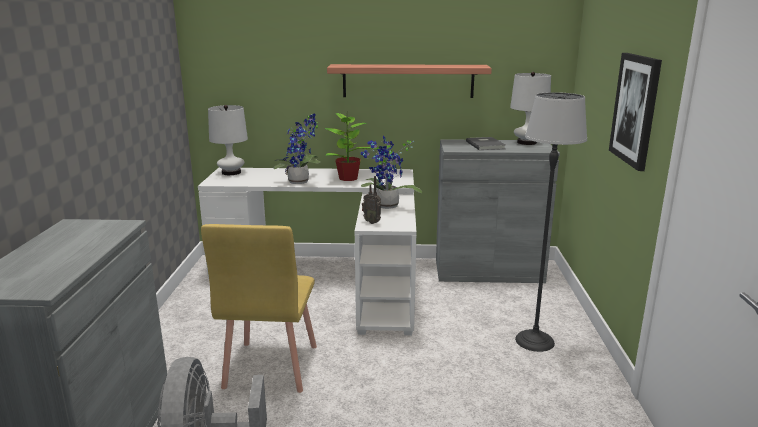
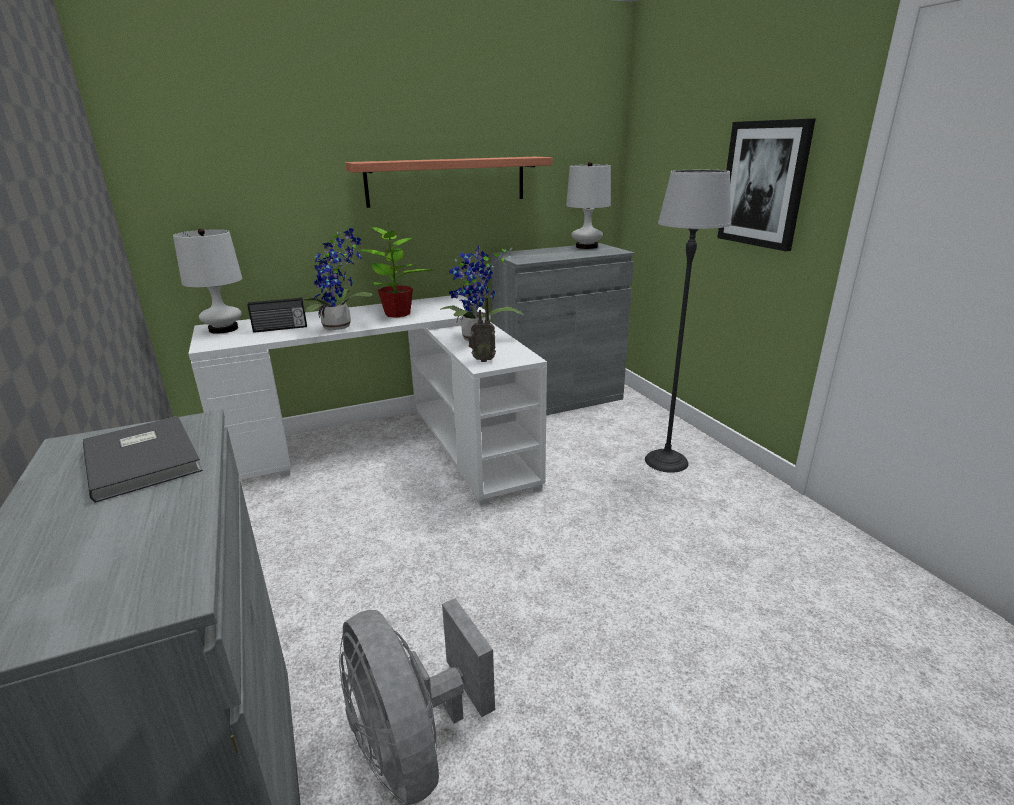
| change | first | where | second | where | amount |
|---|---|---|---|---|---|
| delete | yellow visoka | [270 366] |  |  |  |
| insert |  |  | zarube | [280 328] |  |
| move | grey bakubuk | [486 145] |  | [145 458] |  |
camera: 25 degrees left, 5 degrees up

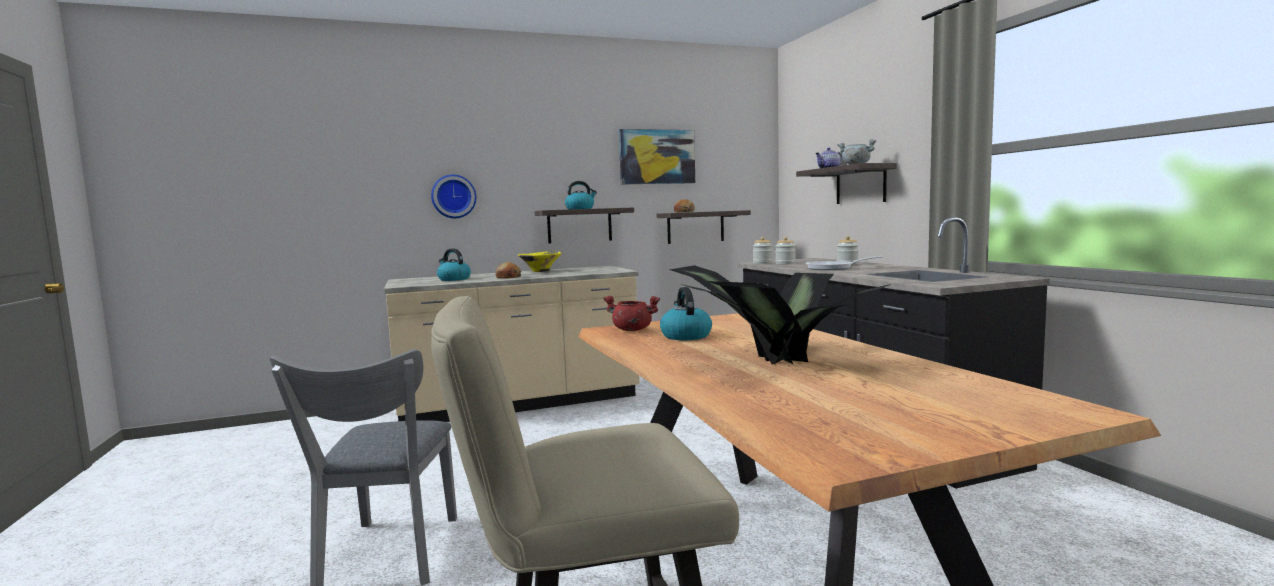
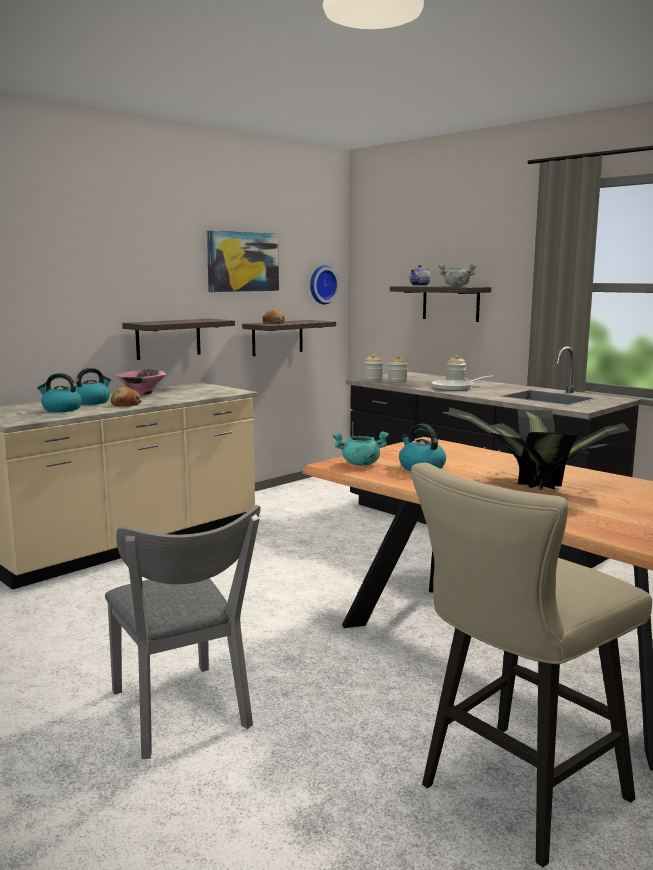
| change | first | where | second | where | amount |
|---|---|---|---|---|---|
| move | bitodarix | [453 196] |  | [322 284] |  |
| move | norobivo | [580 209] |  | [92 402] |  |
| recolor | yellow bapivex | [540 271] | pink bapivex | [141 394] |  |
| recolor | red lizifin | [631 330] | turquoise lizifin | [360 464] |  |
camera: 25 degrees left, 5 degrees up

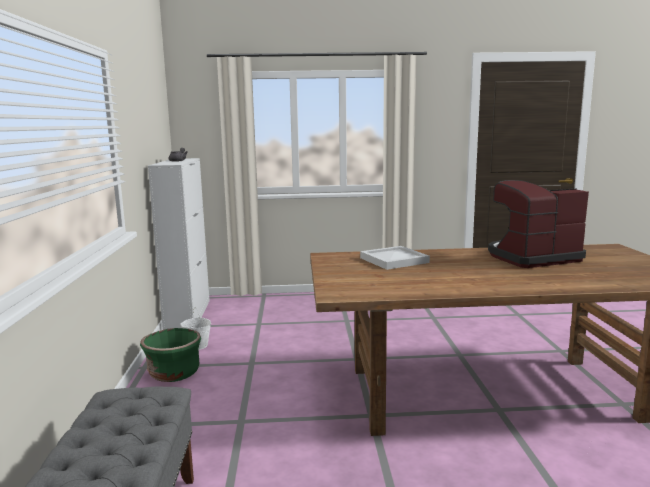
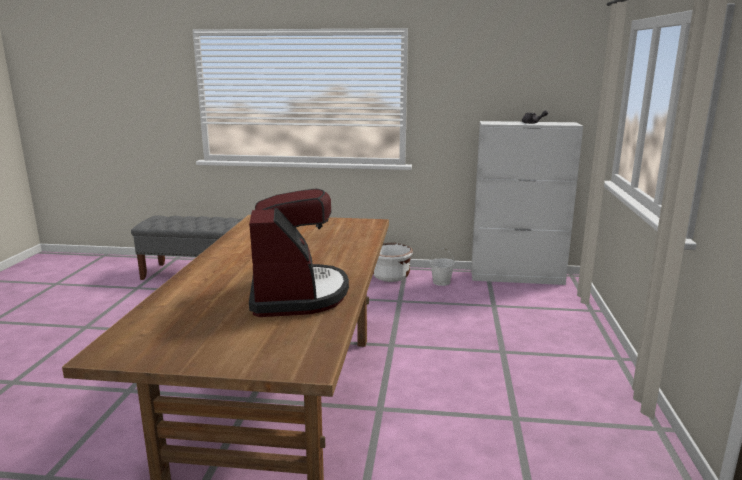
| change | first | where | second | where | amount |
|---|---|---|---|---|---|
| delete | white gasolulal | [395 260] |  |  |  |
| recolor | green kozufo | [174 373] | white kozufo | [390 277] |  |
camera: 100 degrees right, 5 degrees up

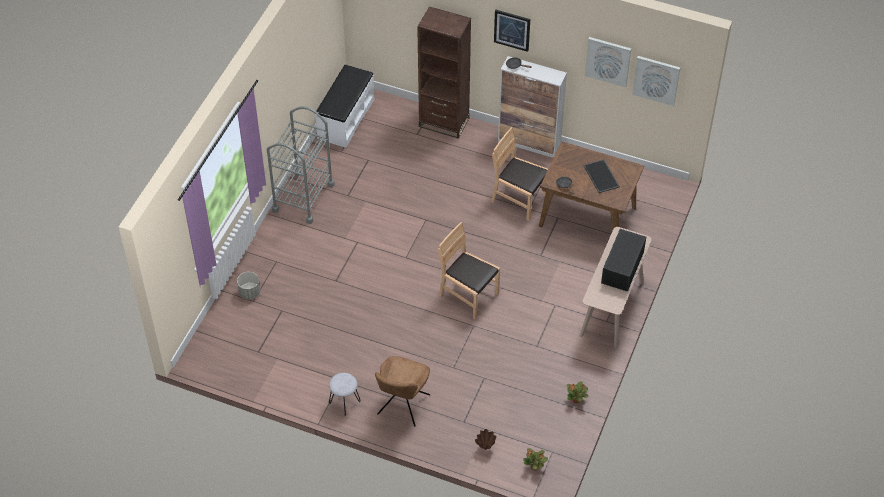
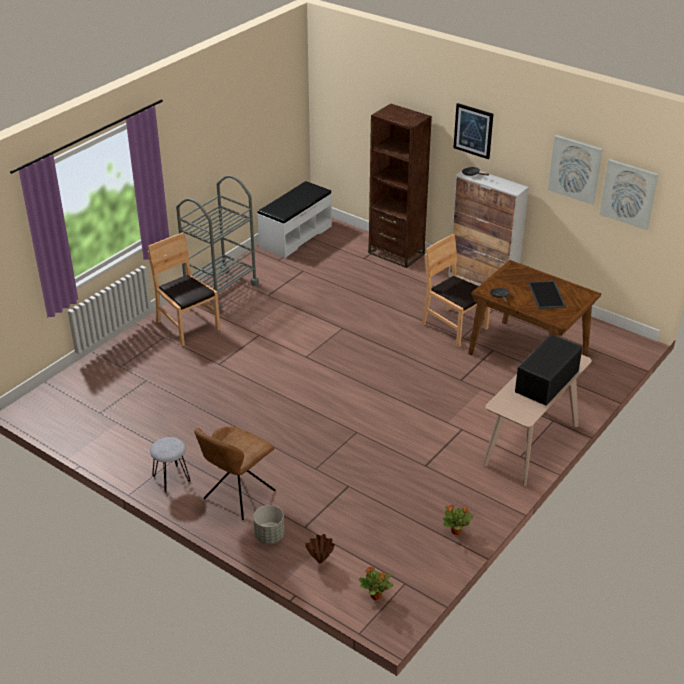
| change | first | where | second | where | amount |
|---|---|---|---|---|---|
| move | grey kozufo | [249 292] |  | [269 536] |  |
| move | brown visoka | [468 295] |  | [187 326] |  |
camera: 15 degrees right, 15 degrees down

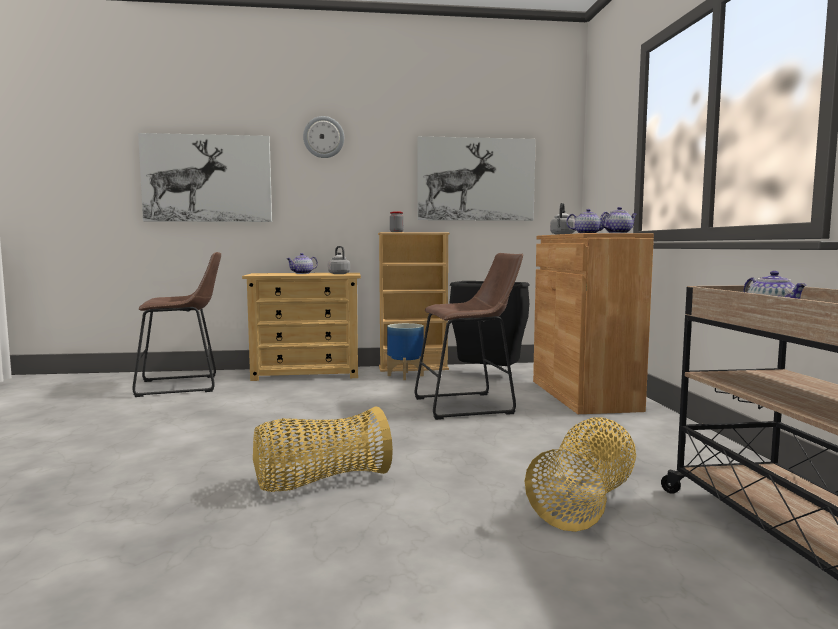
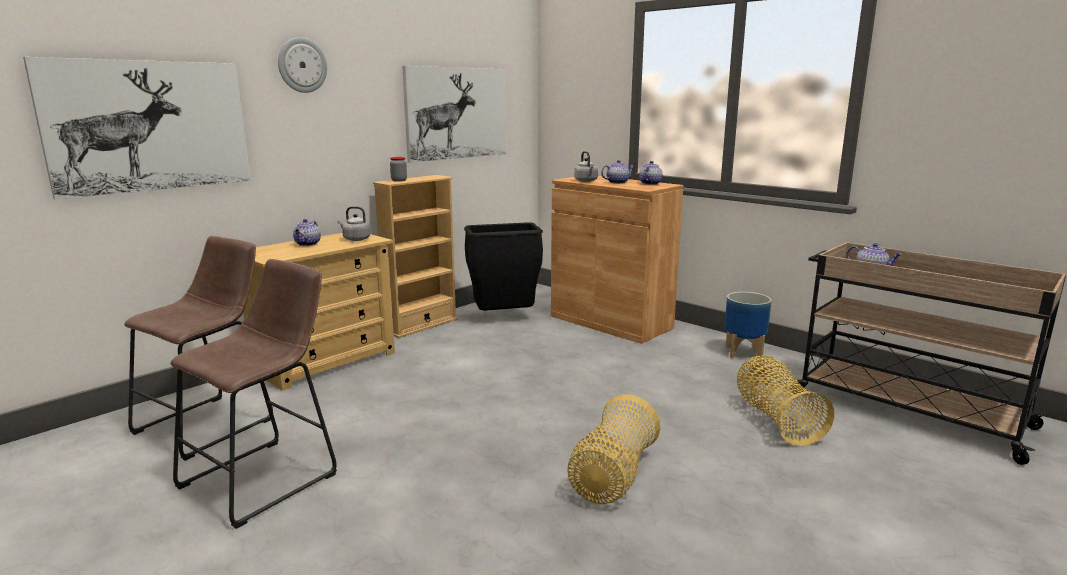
| change | first | where | second | where | amount |
|---|---|---|---|---|---|
| move | kozufo | [406 376] |  | [744 352] |  |
| move | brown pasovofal | [469 405] |  | [267 477] |  |
camera: 40 degrees left, 10 degrees up

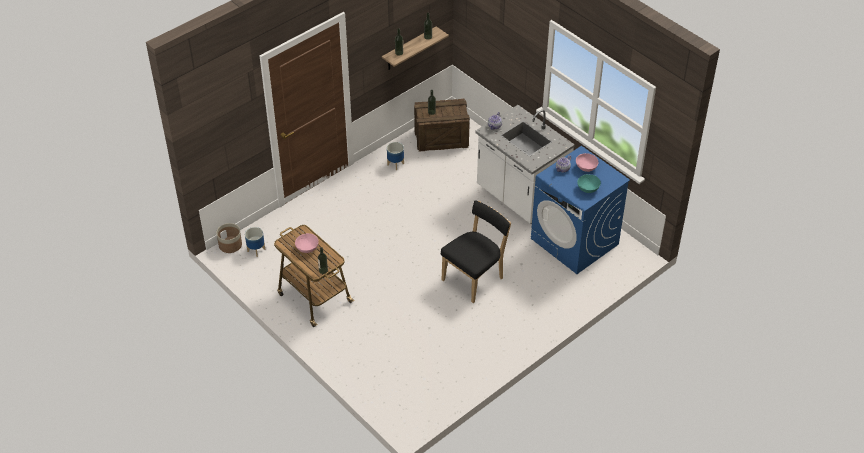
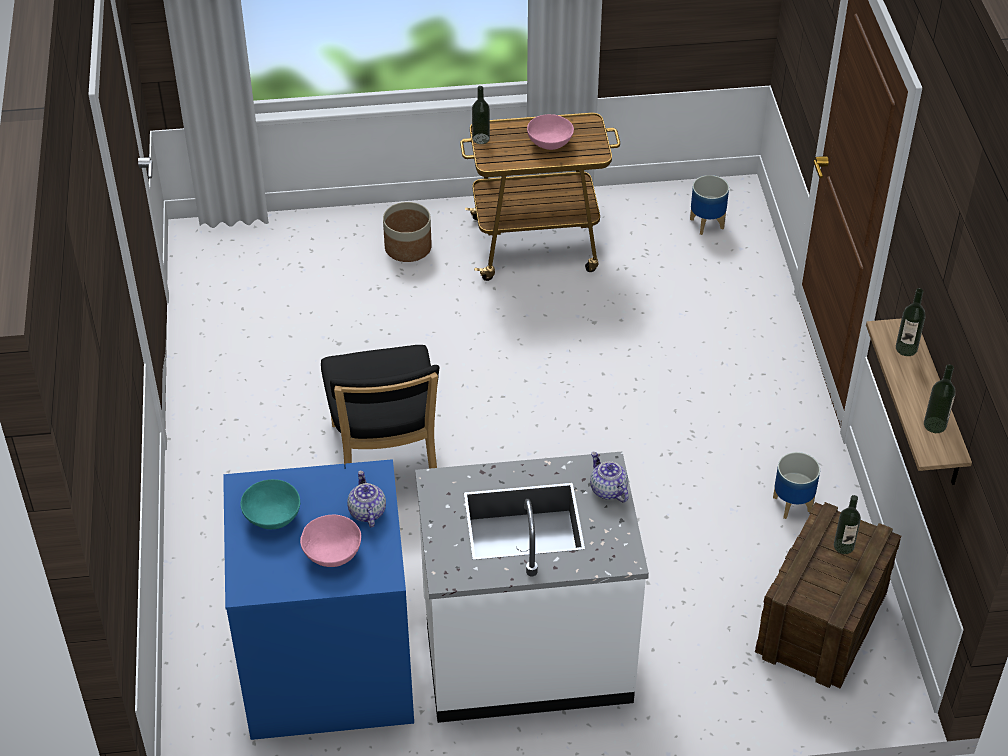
| change | first | where | second | where | amount |
|---|---|---|---|---|---|
| move | kozufo | [230 245] |  | [407 247] |  |
camera: 125 degrees right, 0 degrees up

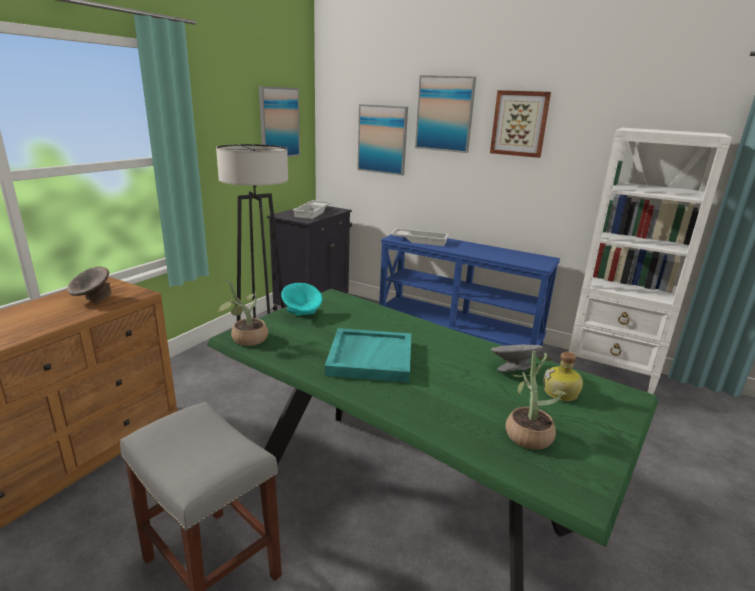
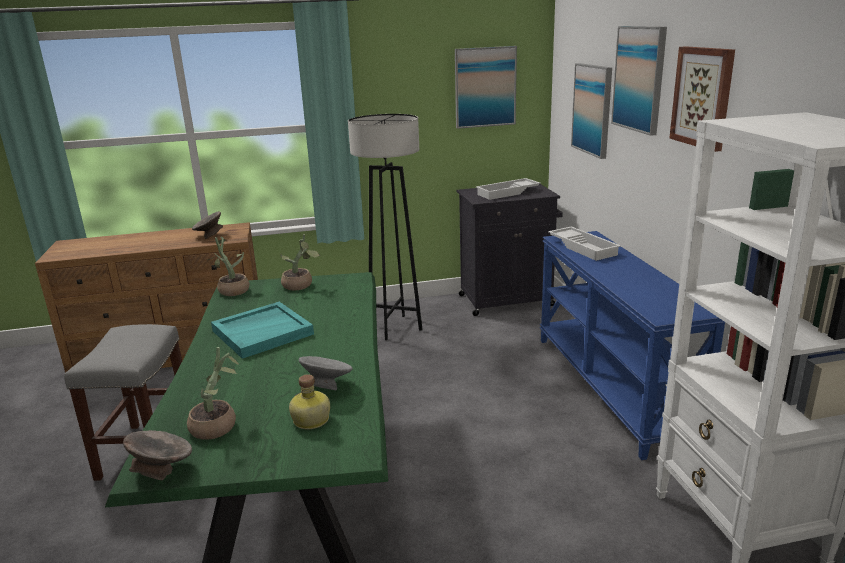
| change | first | where | second | where | amount |
|---|---|---|---|---|---|
| insert |  |  | grey bapivex | [163 471] |  |
| replace | turquoise bapivex | [302 314] | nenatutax | [300 286] |  |
camera: 50 degrees right, 0 degrees up

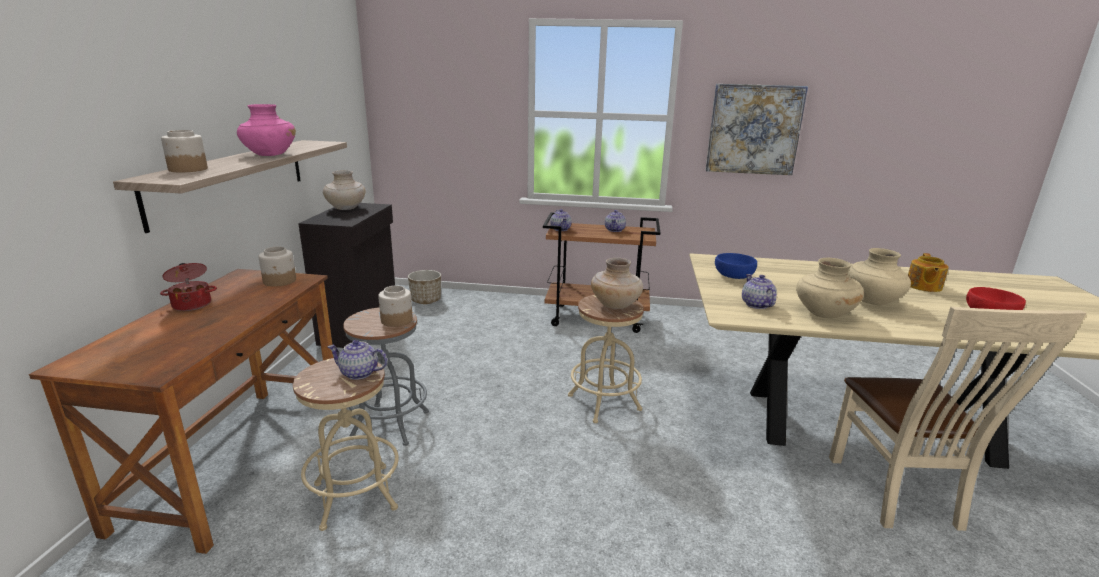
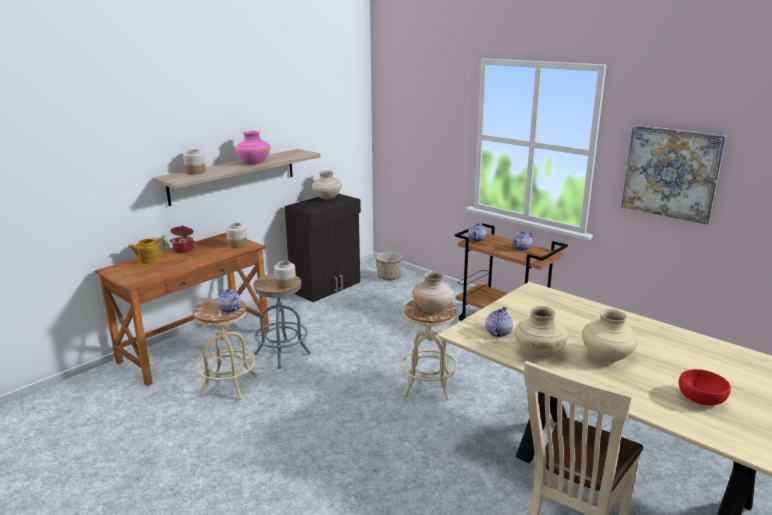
| change | first | where | second | where | amount |
|---|---|---|---|---|---|
| delete | blue bapivex | [734 276] |  |  |  |
| move | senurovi | [923 286] |  | [148 260] |  |
camera: 35 degrees right, 0 degrees up

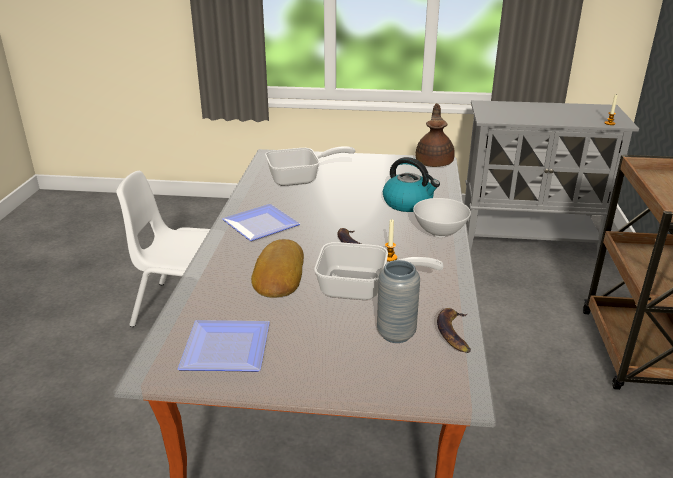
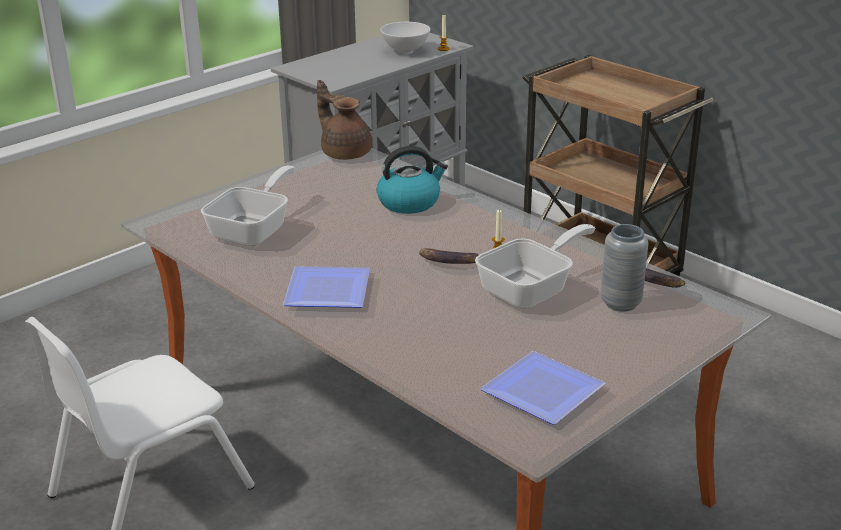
| change | first | where | second | where | amount |
|---|---|---|---|---|---|
| delete | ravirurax | [277 275] |  |  |  |
| move | white bapivex | [439 233] |  | [405 51] |  |
camera: 50 degrees left, 0 degrees up

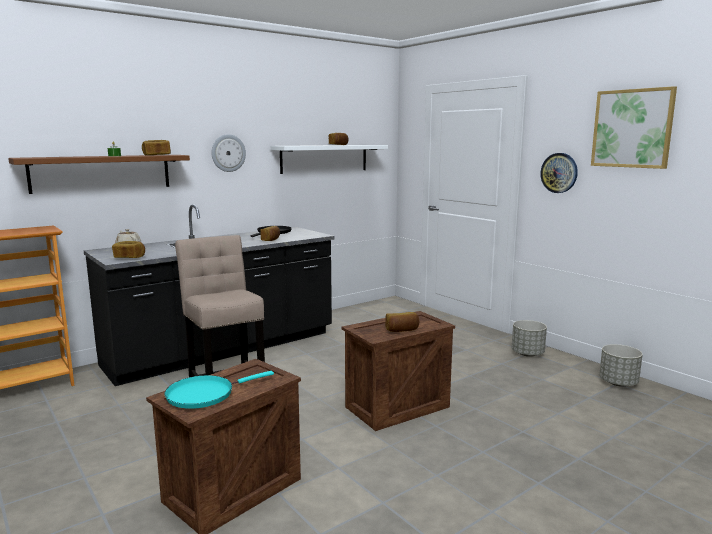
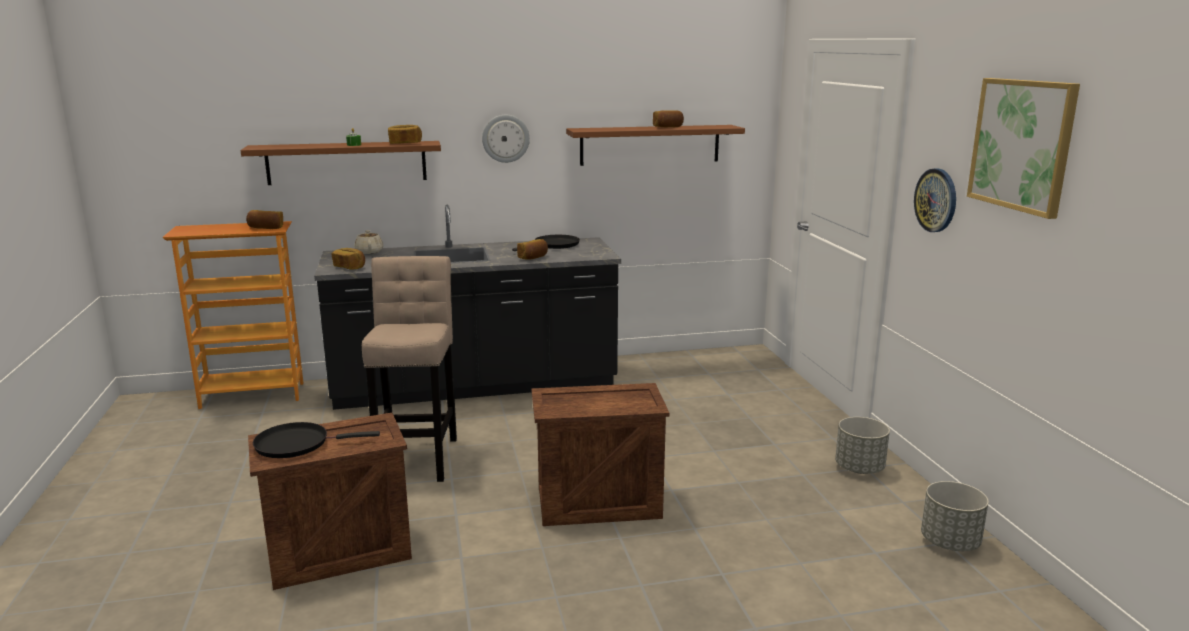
| change | first | where | second | where | amount |
|---|---|---|---|---|---|
| move | ravirurax | [402 330] |  | [266 228] |  |
| recolor | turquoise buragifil | [204 394] | black buragifil | [297 444] |  |
| recolor | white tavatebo | [324 158] | brown tavatebo | [650 145] |  |
camera: 25 degrees right, 5 degrees up

